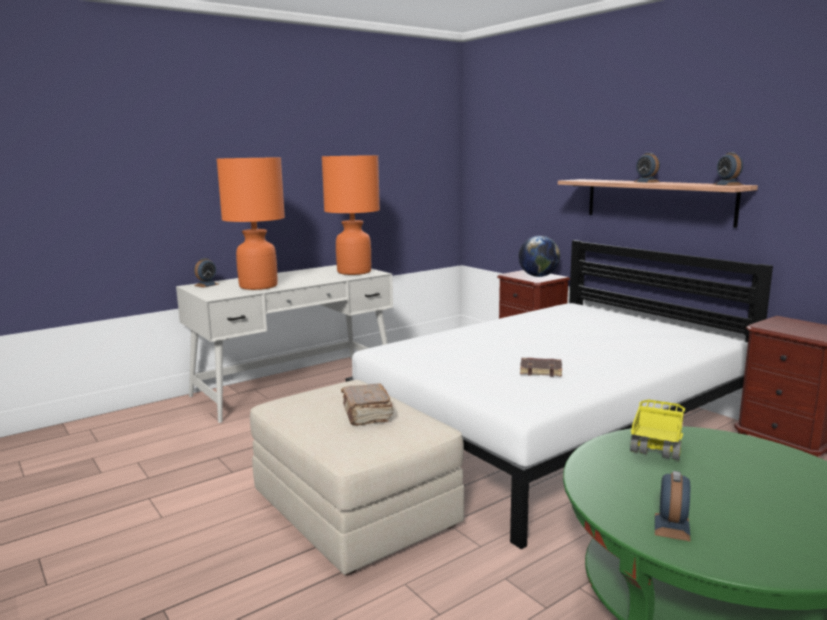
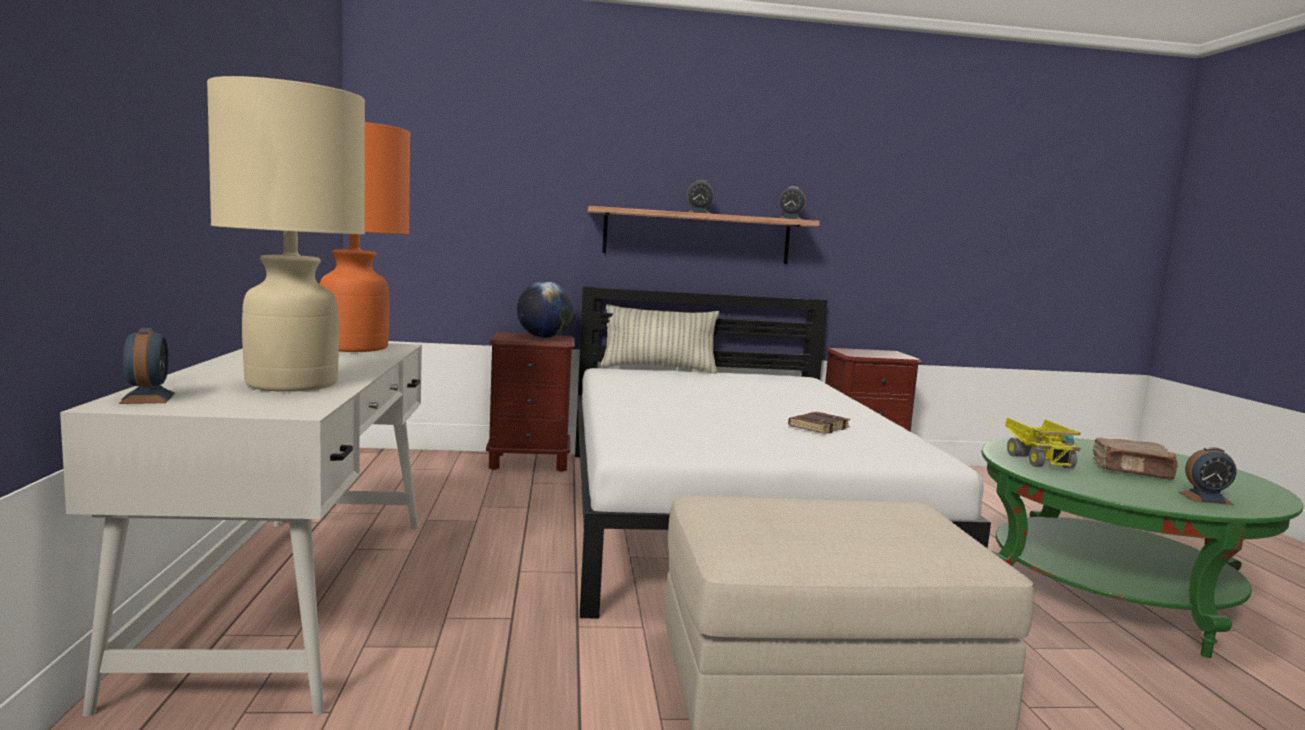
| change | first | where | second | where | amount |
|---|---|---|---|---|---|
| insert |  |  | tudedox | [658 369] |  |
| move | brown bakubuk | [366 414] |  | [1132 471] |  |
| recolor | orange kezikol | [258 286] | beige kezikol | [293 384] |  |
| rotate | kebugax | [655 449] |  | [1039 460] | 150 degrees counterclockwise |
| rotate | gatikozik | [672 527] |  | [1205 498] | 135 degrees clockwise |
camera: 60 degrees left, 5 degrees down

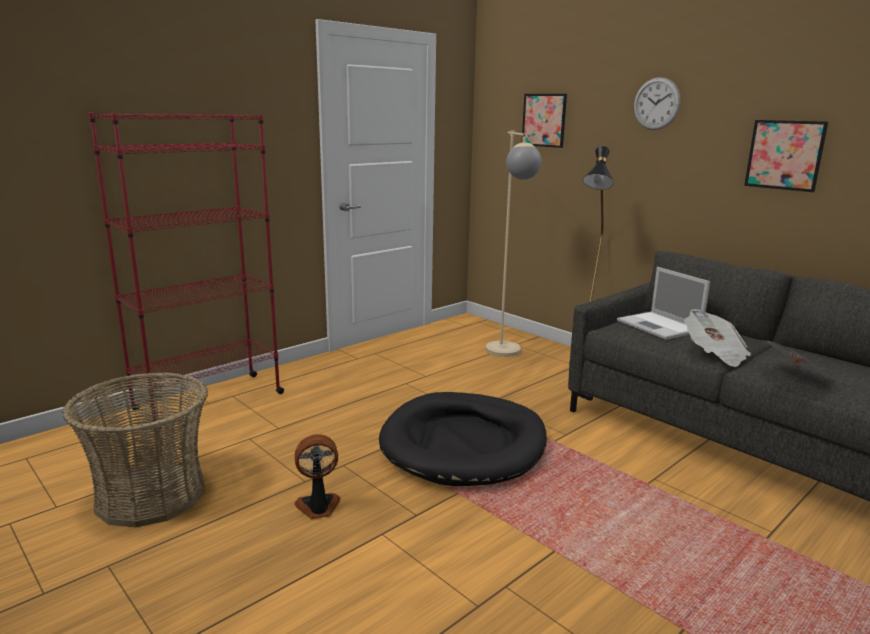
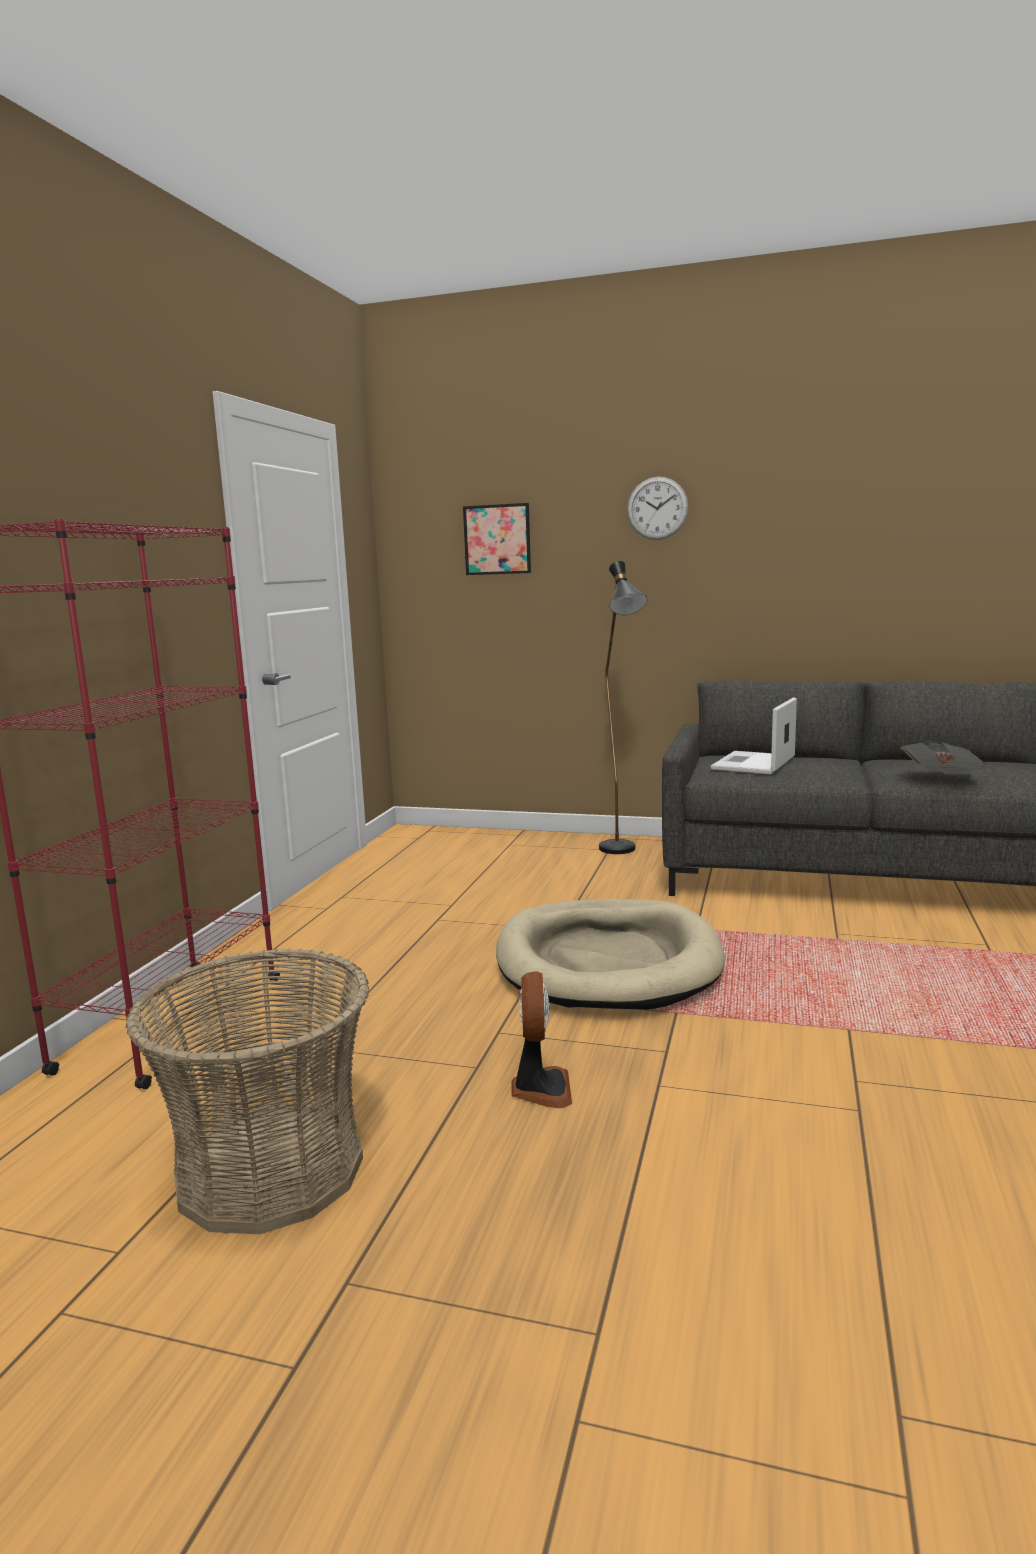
| change | first | where | second | where | amount |
|---|---|---|---|---|---|
| delete | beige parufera | [507 354] |  |  |  |
| delete | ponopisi | [714 354] |  |  |  |
| delete | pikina | [784 155] |  |  |  |
| recolor | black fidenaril | [464 444] | beige fidenaril | [607 962] |  |
| rotate | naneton | [318 507] |  | [540 1089] | 135 degrees clockwise |
| rotate | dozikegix | [660 326] |  | [753 764] | 90 degrees clockwise |
camera: 30 degrees left, 5 degrees down

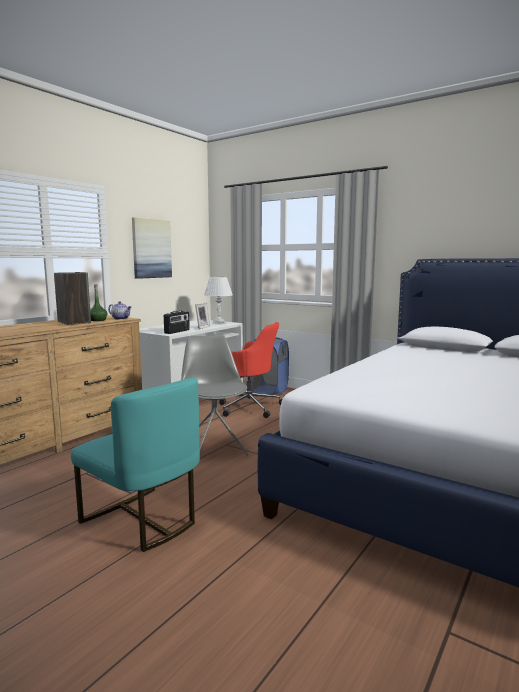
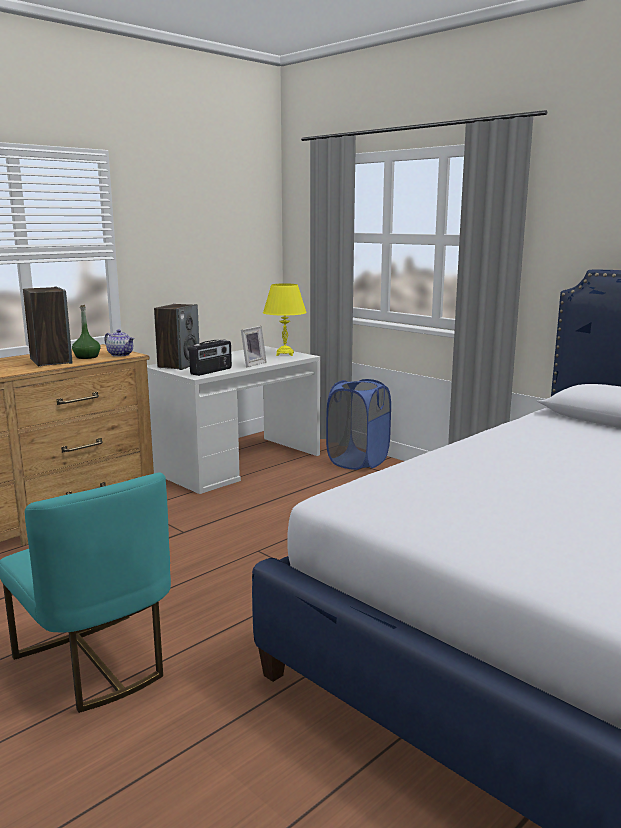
| change | first | where | second | where | amount |
|---|---|---|---|---|---|
| delete | pikina | [151 248] |  |  |  |
| delete | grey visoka | [215 448] |  |  |  |
| delete | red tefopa | [248 407] |  |  |  |
| insert |  |  | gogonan | [179 365] |  |
| recolor | white kezikol | [218 322] | yellow kezikol | [285 354] |  |
camera: 10 degrees right, 5 degrees up

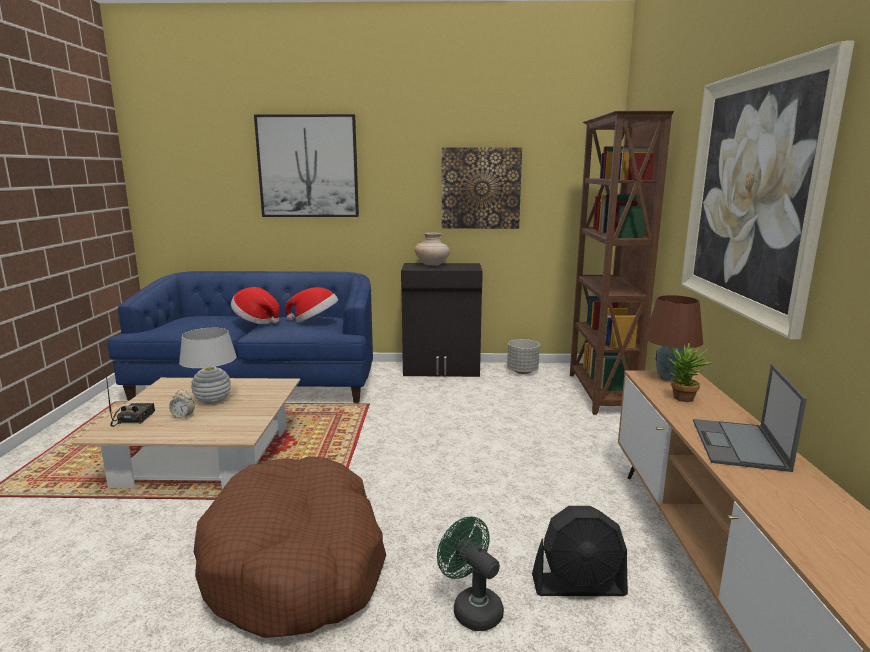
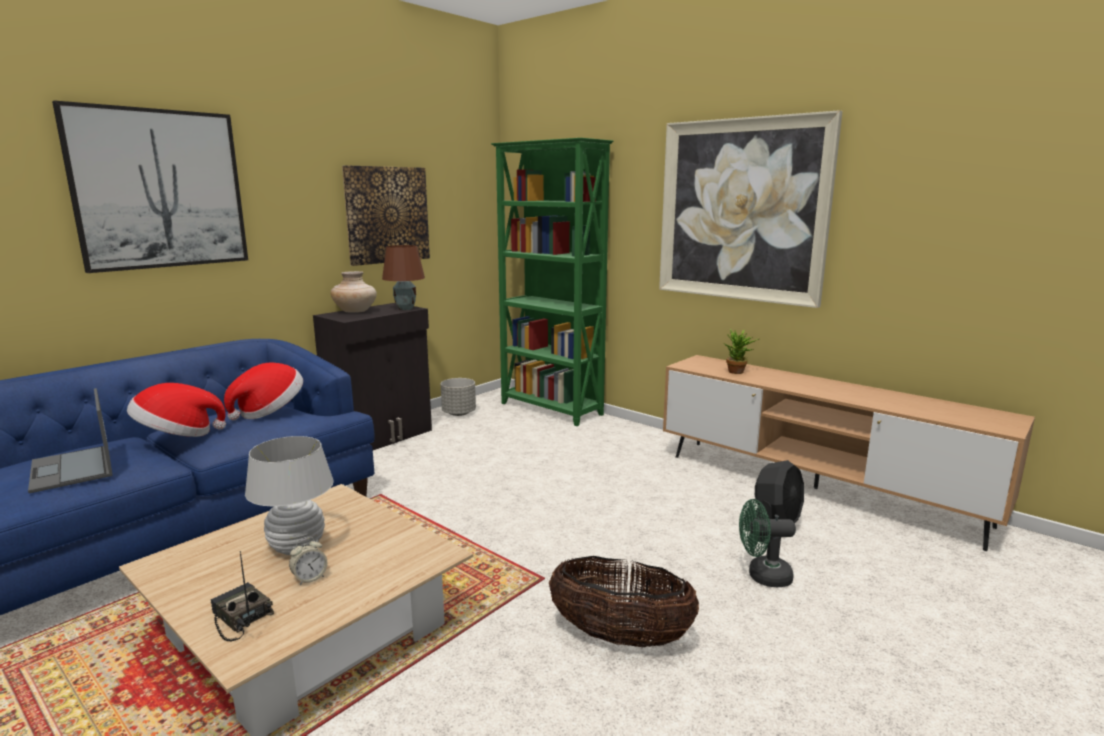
| change | first | where | second | where | amount |
|---|---|---|---|---|---|
| move | brown kezikol | [668 377] |  | [405 309] |  |
| move | dozikegix | [739 445] |  | [72 469] |  |
| replace | brown fidenaril | [296 563] | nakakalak | [620 636] |  |
| recolor | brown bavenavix | [600 393] | green bavenavix | [551 409] |  |
camera: 50 degrees left, 0 degrees up

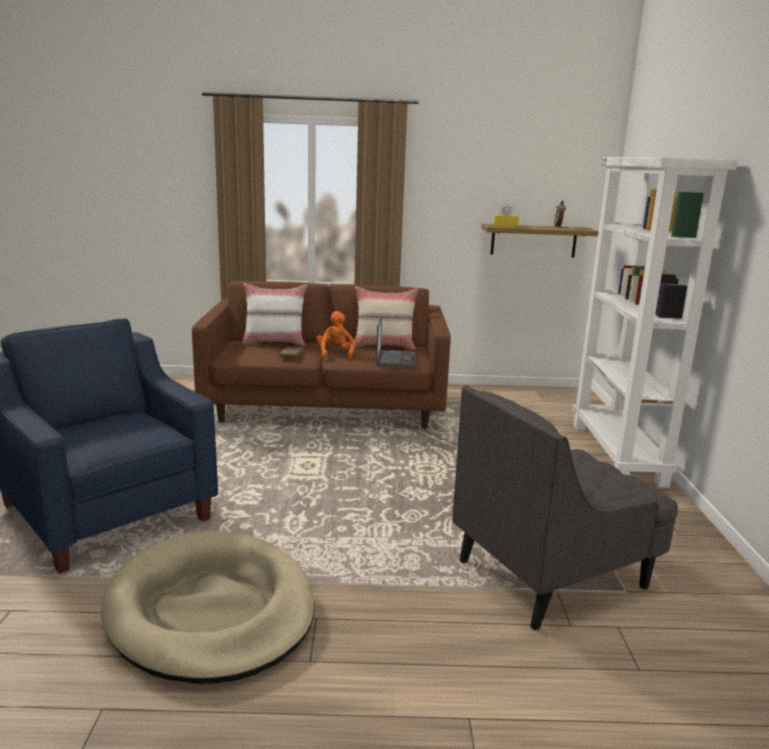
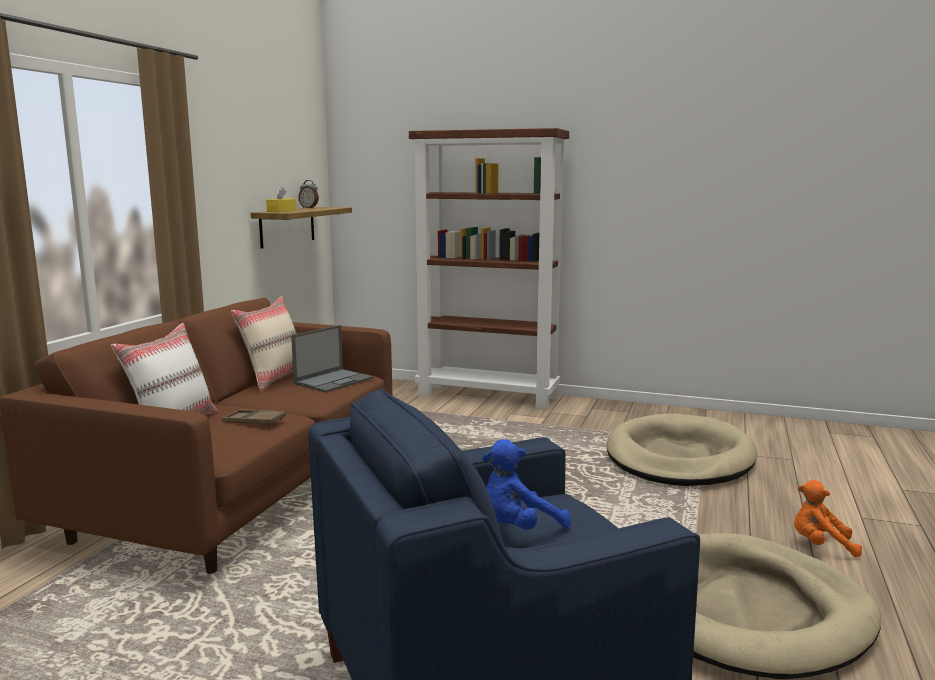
| change | first | where | second | where | amount |
|---|---|---|---|---|---|
| insert |  |  | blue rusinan | [517 528] |  |
| move | orange rusinan | [335 353] |  | [820 545] |  |
| replace | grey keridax | [552 573] | beige fidenaril | [679 457] |  |
| recolor | white bavenavix | [618 454] | brown bavenavix | [489 396] |  |
| rotate | dozikegix | [395 359] |  | [334 380] | 105 degrees clockwise |
camera: 70 degrees left, 5 degrees down

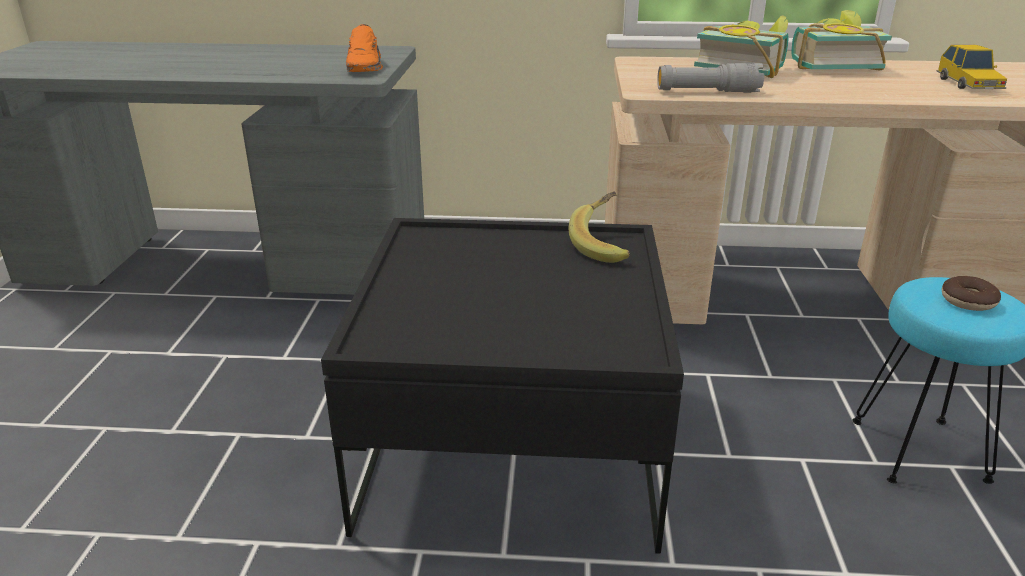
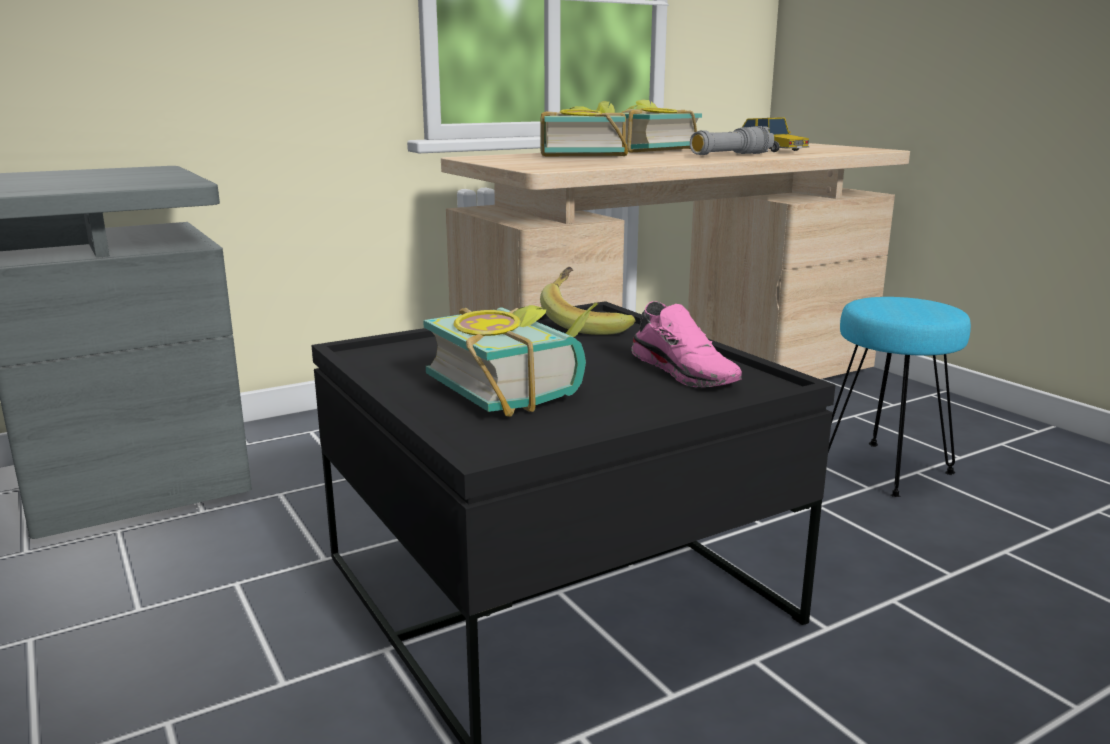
| change | first | where | second | where | amount |
|---|---|---|---|---|---|
| delete | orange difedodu | [366 66] |  |  |  |
| delete | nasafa | [968 301] |  |  |  |
| insert |  |  | bakubuk | [517 388] |  |
| insert |  |  | pink difedodu | [686 372] |  |
| move | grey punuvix | [707 92] |  | [730 155] |  |
camera: 35 degrees left, 10 degrees down

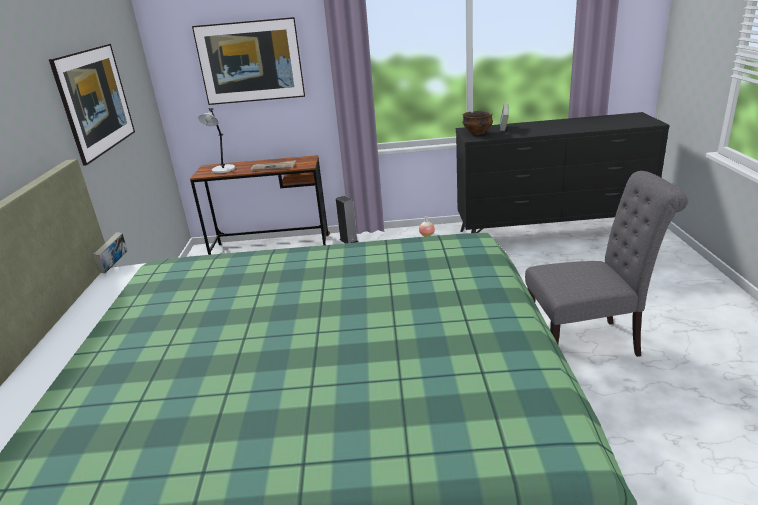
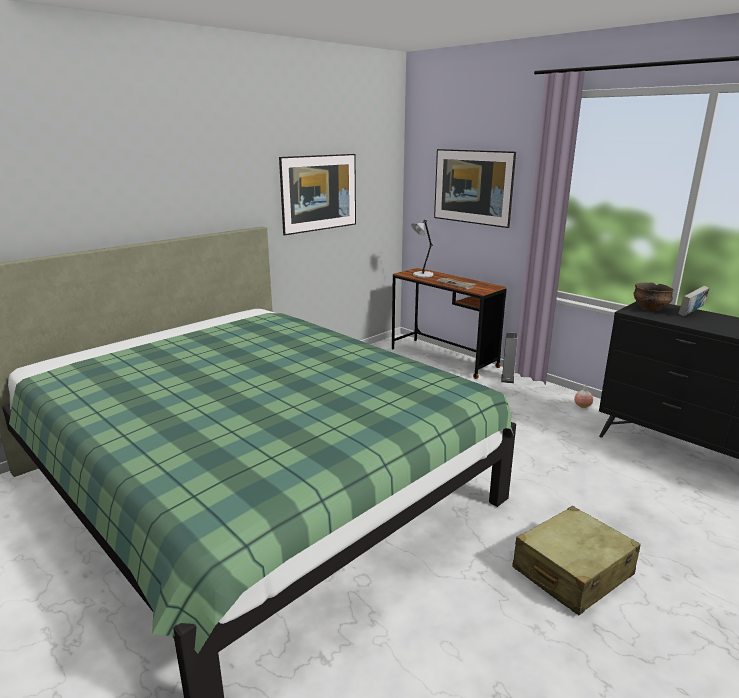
| change | first | where | second | where | amount |
|---|---|---|---|---|---|
| delete | bakubuk | [115 266] |  |  |  |
| replace | grey visoka | [589 342] | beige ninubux | [572 572] |  |
camera: 45 degrees right, 5 degrees down

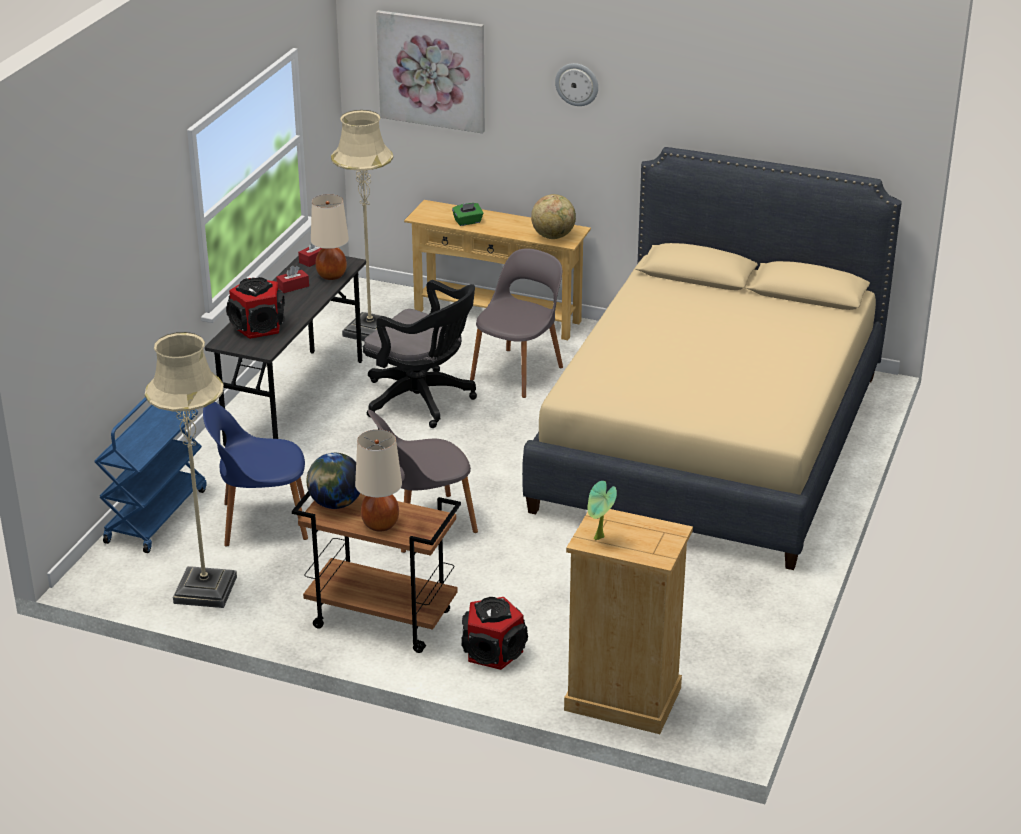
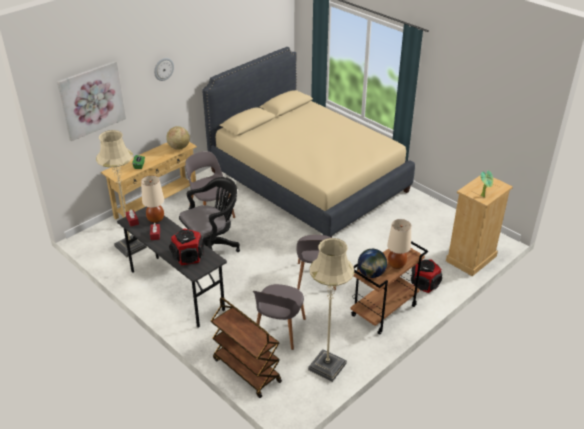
| change | first | where | second | where | amount |
|---|---|---|---|---|---|
| recolor | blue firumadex | [156 515] | brown firumadex | [246 370] |  |
| recolor | blue visoka | [261 521] | grey visoka | [279 330] |  |
camera: 65 degrees left, 5 degrees up

